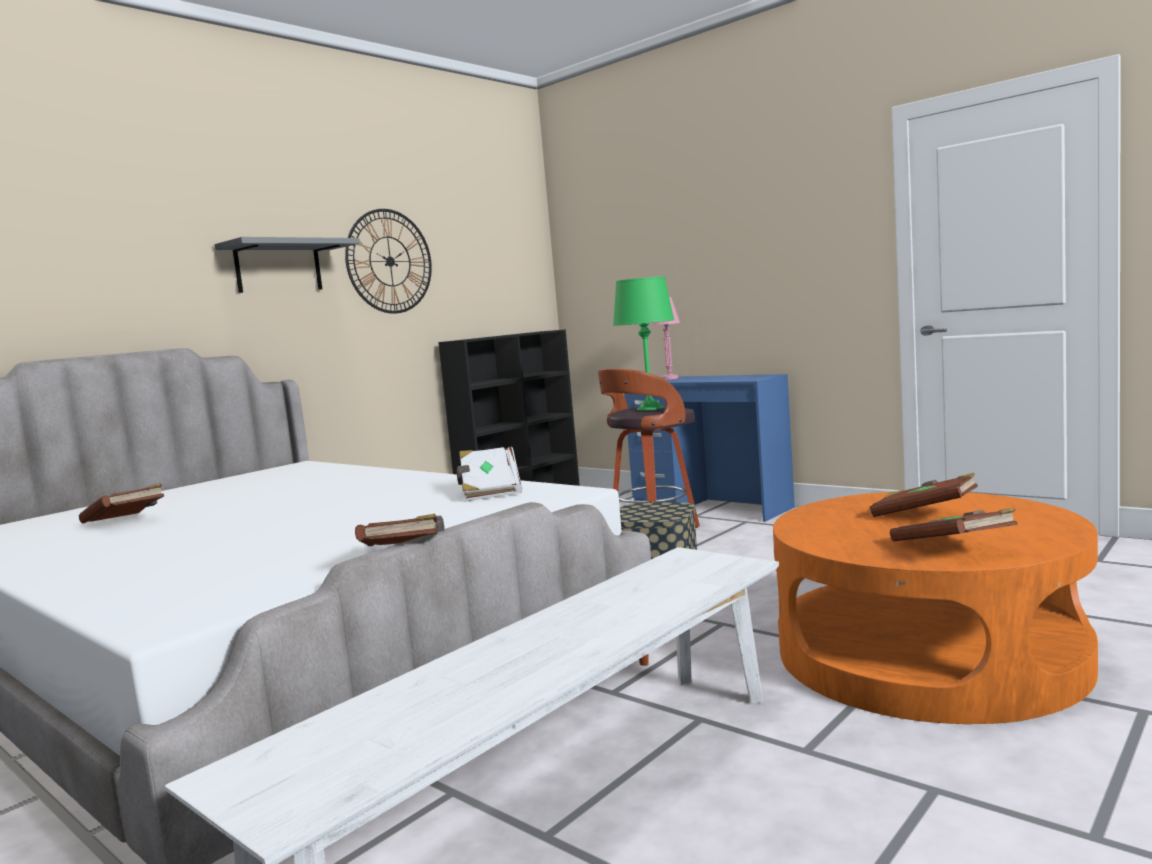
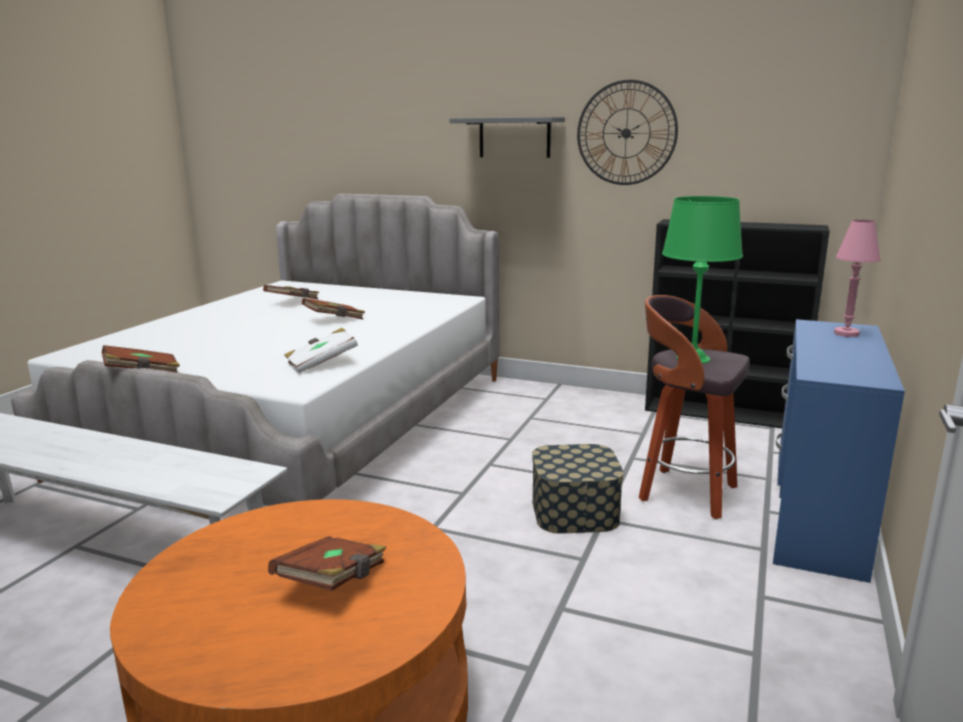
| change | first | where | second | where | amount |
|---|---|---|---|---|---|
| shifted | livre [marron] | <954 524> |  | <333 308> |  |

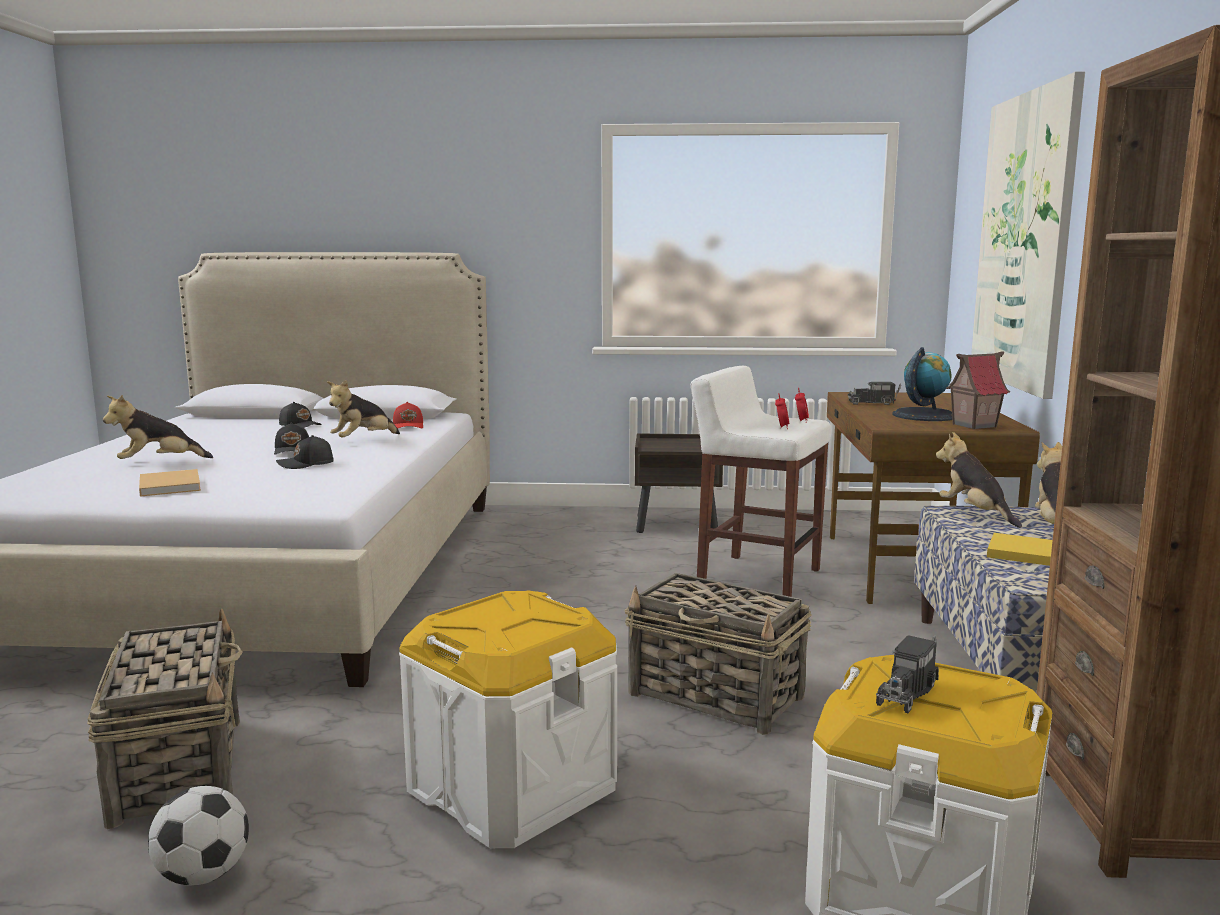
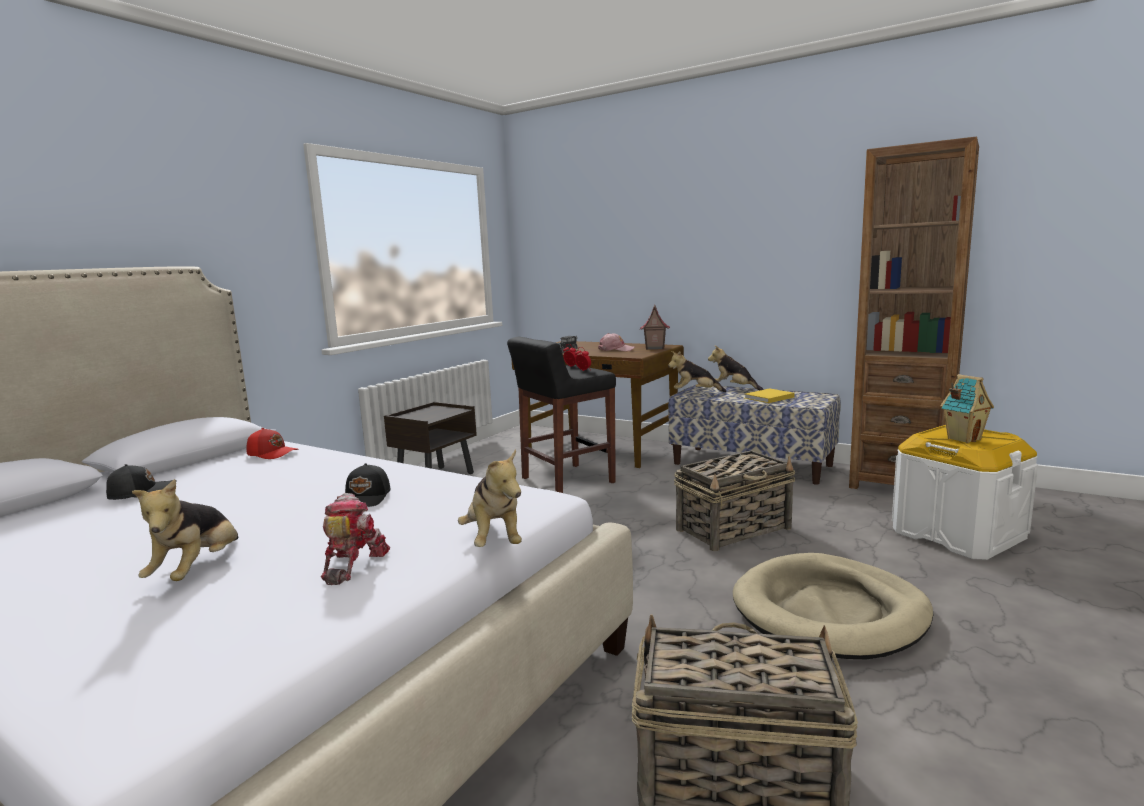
| change | first | where | second | where | amount |
|---|---|---|---|---|---|
| swapped | livre [beige] | <170 483> | robot jouet | <355 539> |  |
| gone | ballon de foot | <198 836> |  |  |  |
| gone | casquette [noir] | <291 439> |  |  |  |
| shifted | peluche | <363 409> |  | <490 498> |  |
| swapped | boîte de rangement [blanc] | <508 719> | panier pour chien [beige] | <833 606> |  |
| repainted | tabouret [blanc] | <761 481> | tabouret [noir] | <561 415> |  |
| swapped | camion jouet | <907 674> | maison miniature | <967 408> |  |
| swapped | globe | <922 384> | casquette [rose] | <616 342> |  |
| gone | tableau | <1028 235> |  |  |  |

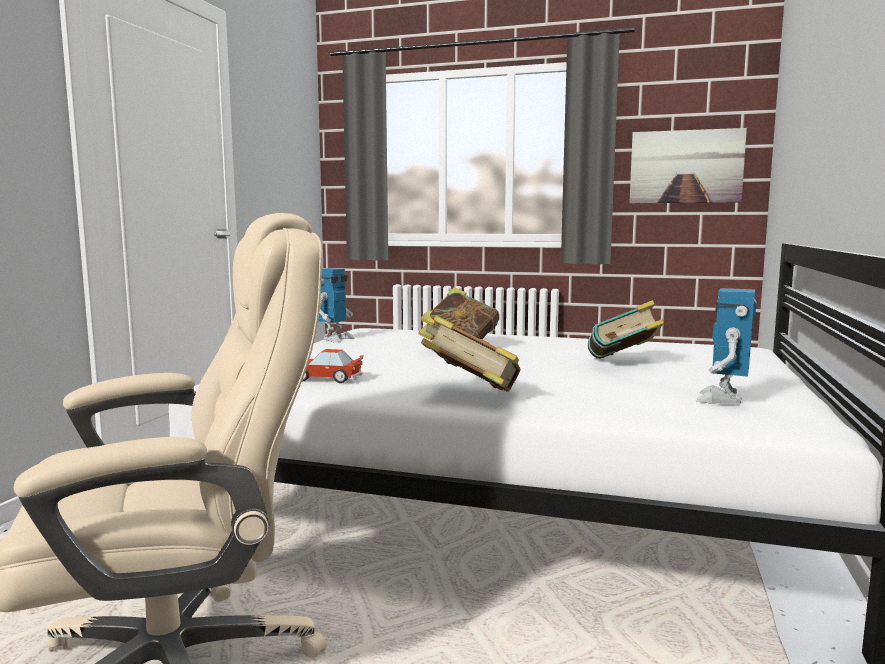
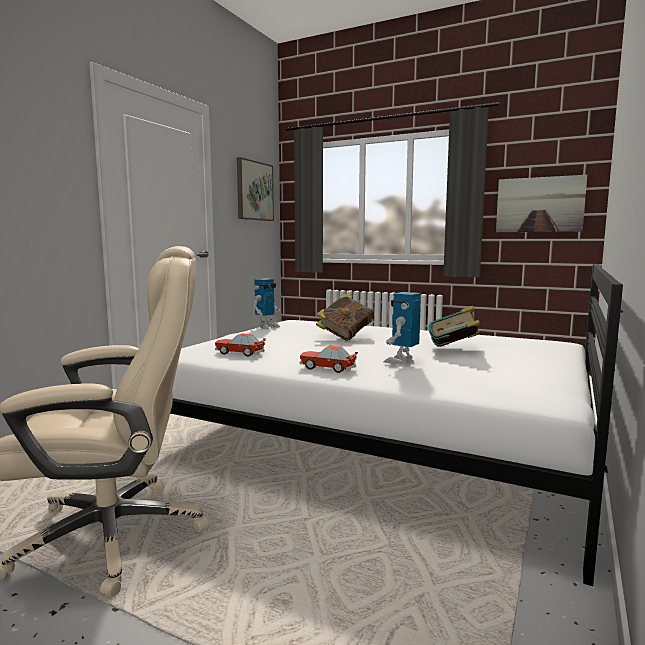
| change | first | where | second | where | amount |
|---|---|---|---|---|---|
| swapped | livre | <471 354> | petite voiture | <329 359> |  |
| shifted | robot jouet | <726 346> |  | <402 328> |  |
| new |  |  | tableau | <255 189> |  |

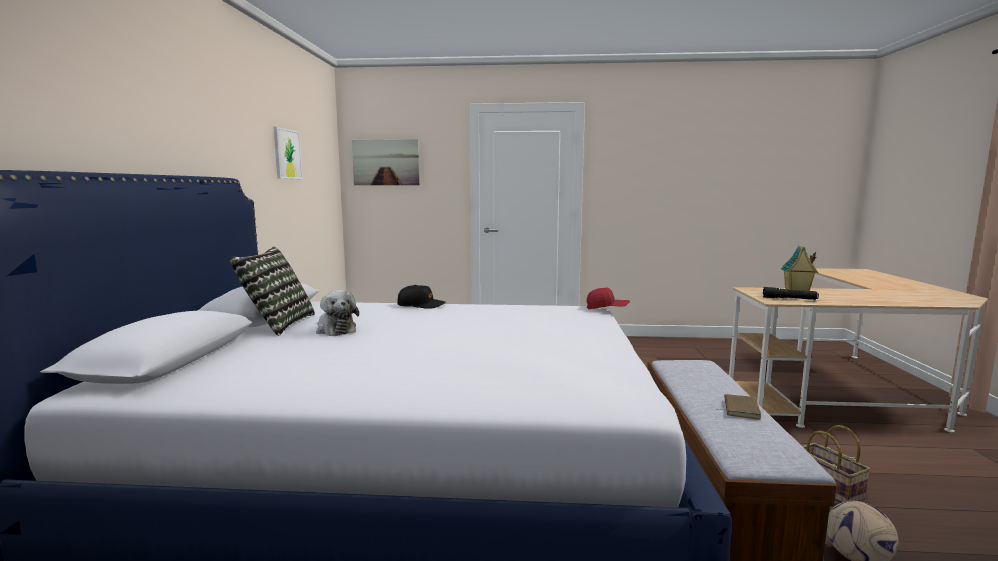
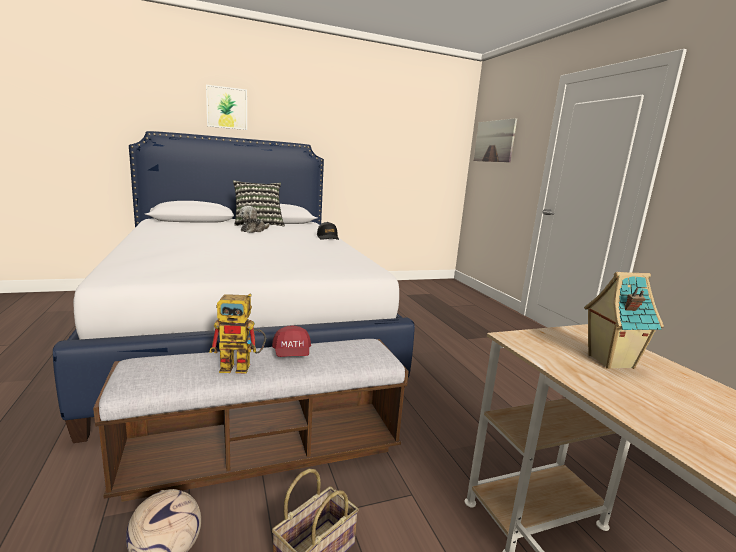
| change | first | where | second | where | amount |
|---|---|---|---|---|---|
| shifted | tableau | <288 153> |  | <226 107> |  |
| shifted | casquette [rouge] | <608 298> |  | <291 341> |  |
| swapped | livre [marron] | <739 407> | robot jouet | <237 334> |  |
| gone | lampe de poche [noir] | <791 293> |  |  |  |

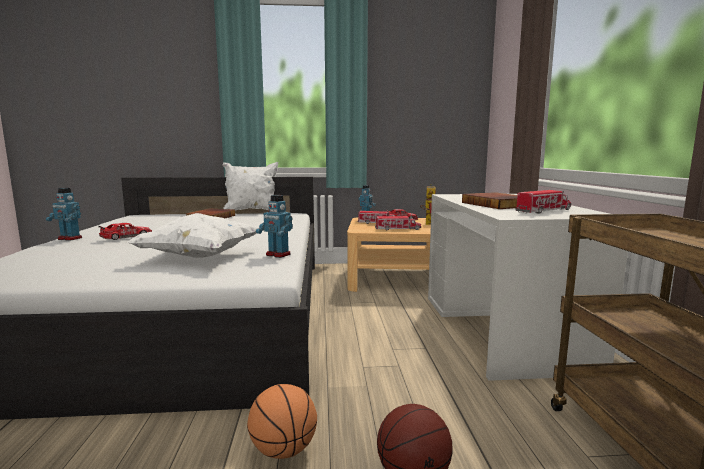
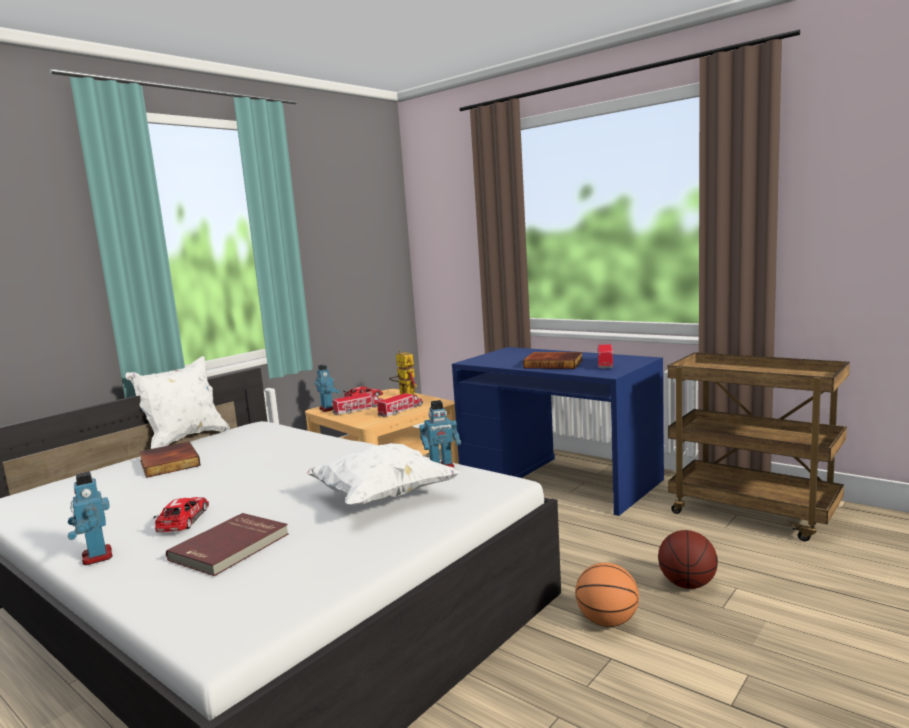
| change | first | where | second | where | amount |
|---|---|---|---|---|---|
| rotated | robot jouet | <64 214> |  | <90 518> | 90 degrees clockwise |
| repainted | bureau [blanc] | <528 287> | bureau [bleu] | <558 431> |  |
| new |  |  | livre [rouge] | <227 544> |  |

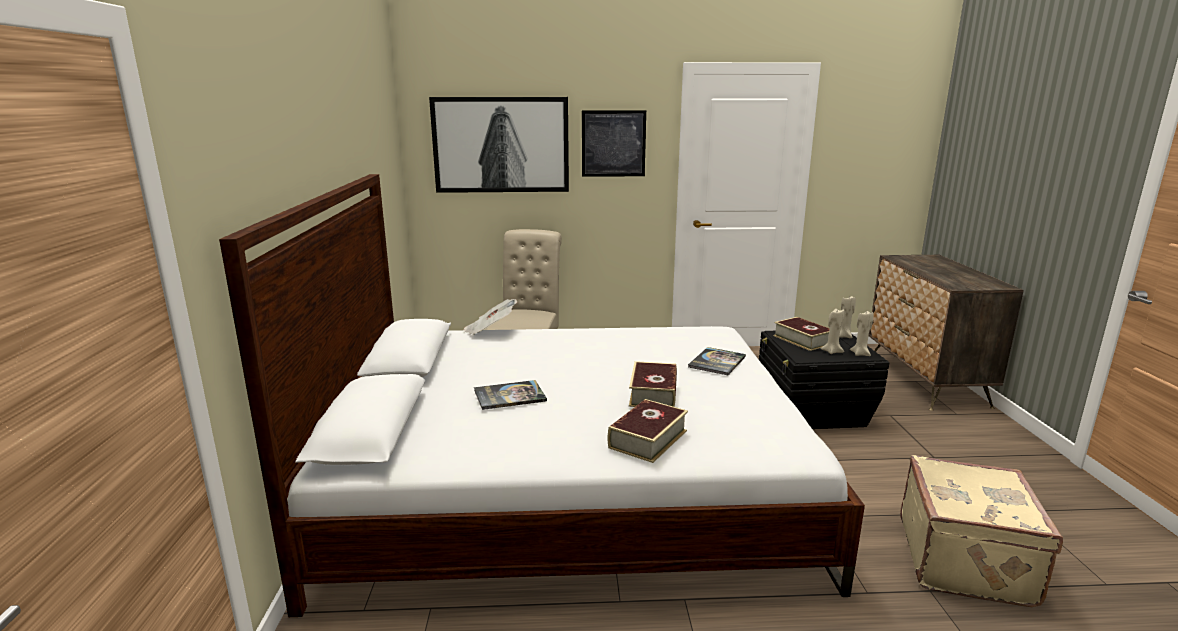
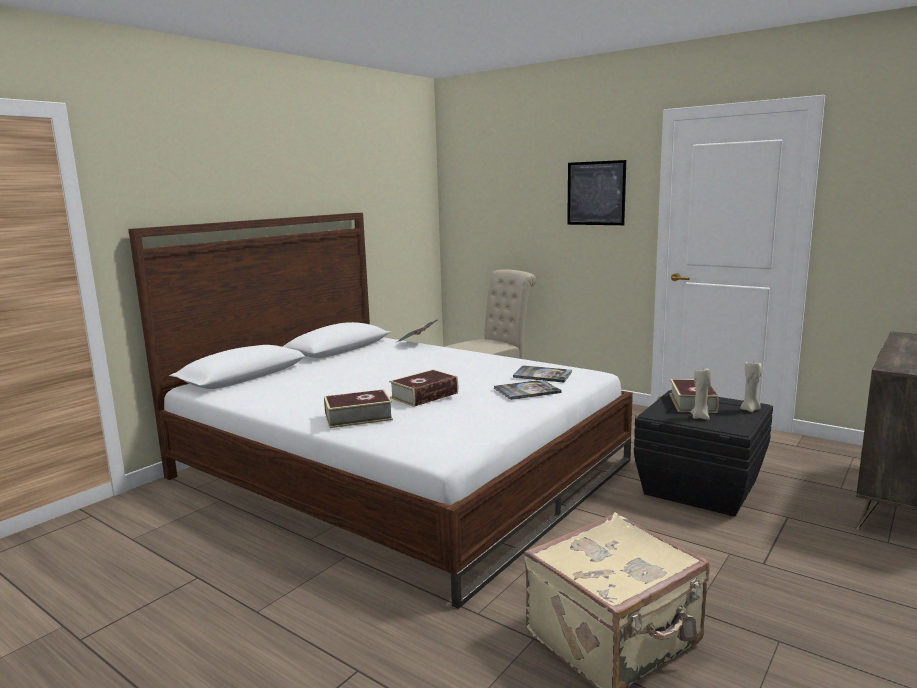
| change | first | where | second | where | amount |
|---|---|---|---|---|---|
| gone | tableau | <499 145> |  |  |  |
| shifted | livre | <510 395> |  | <542 373> |  |
| gone | bougie [beige] | <861 332> |  |  |  |

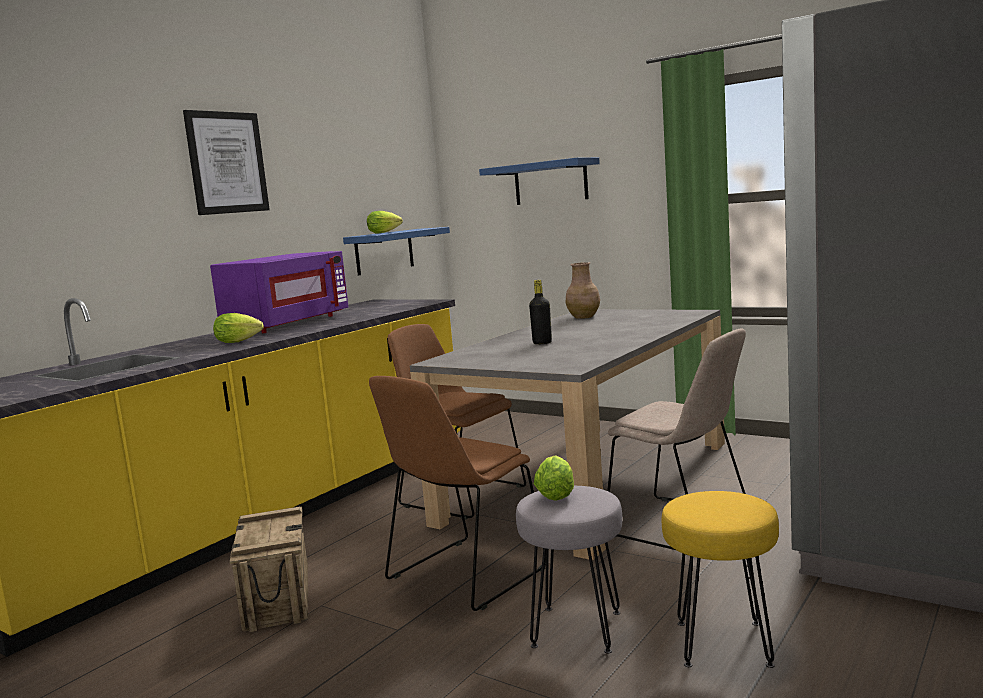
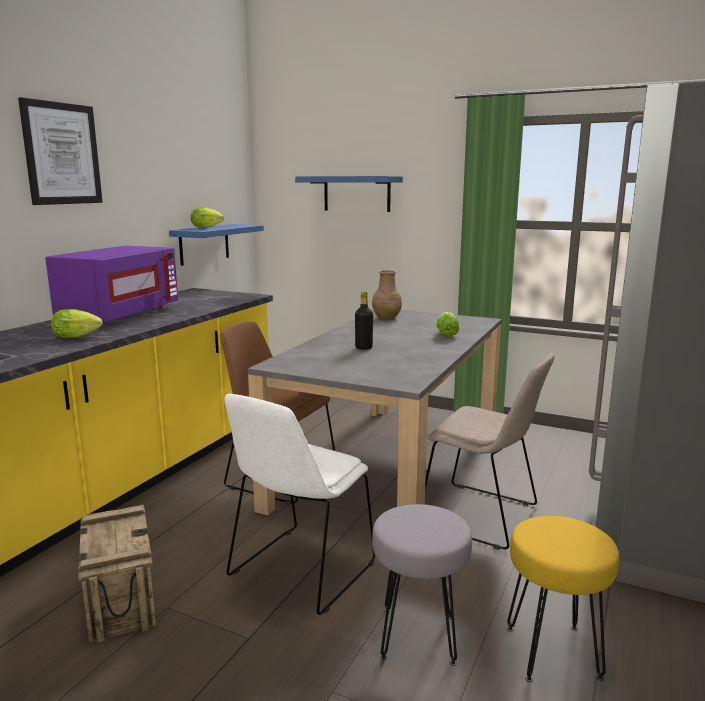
| change | first | where | second | where | amount |
|---|---|---|---|---|---|
| repainted | chaise [marron] | <457 493> | chaise [blanc] | <299 504> |  |
| shifted | laitue | <554 478> |  | <447 324> |  |

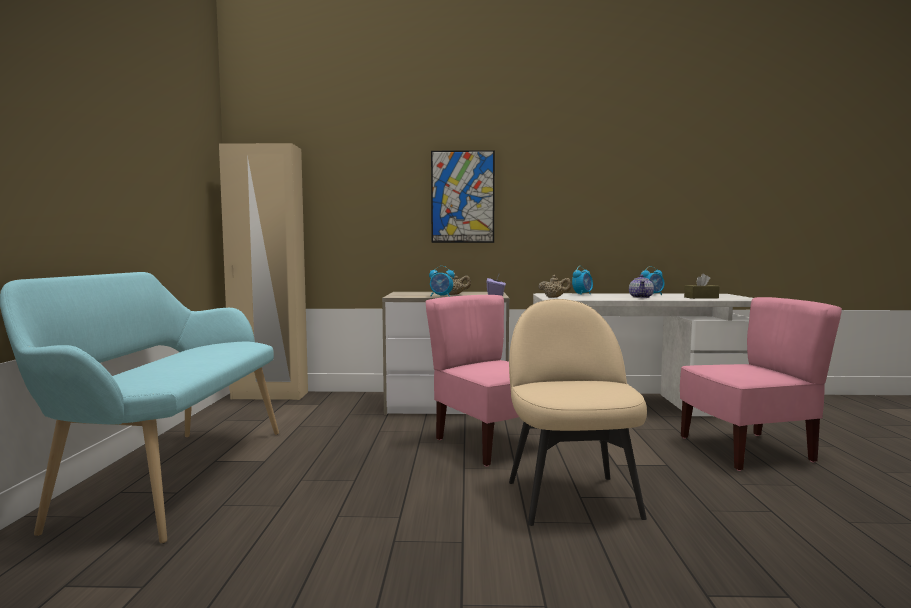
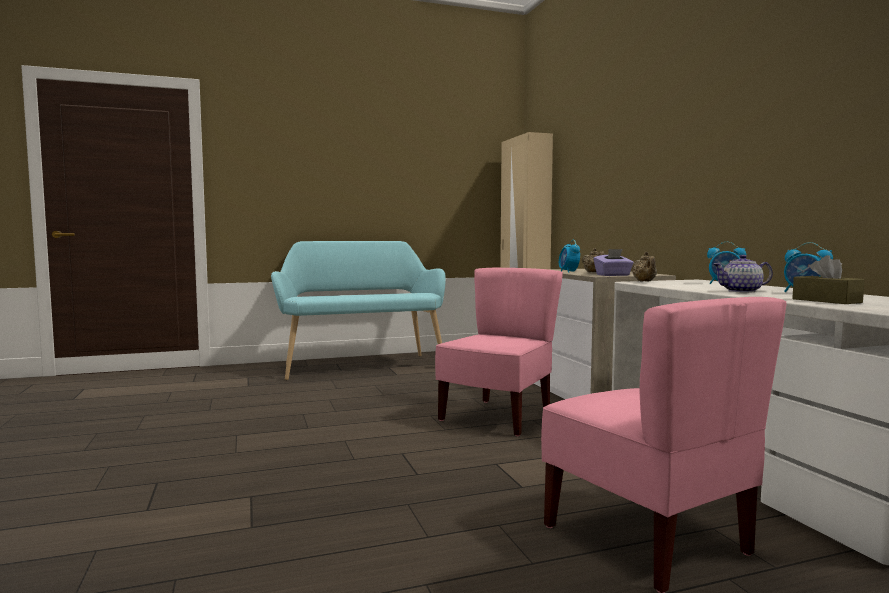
| change | first | where | second | where | amount |
|---|---|---|---|---|---|
| gone | tableau | <463 196> |  |  |  |
| gone | chaise [beige] | <578 412> |  |  |  |

